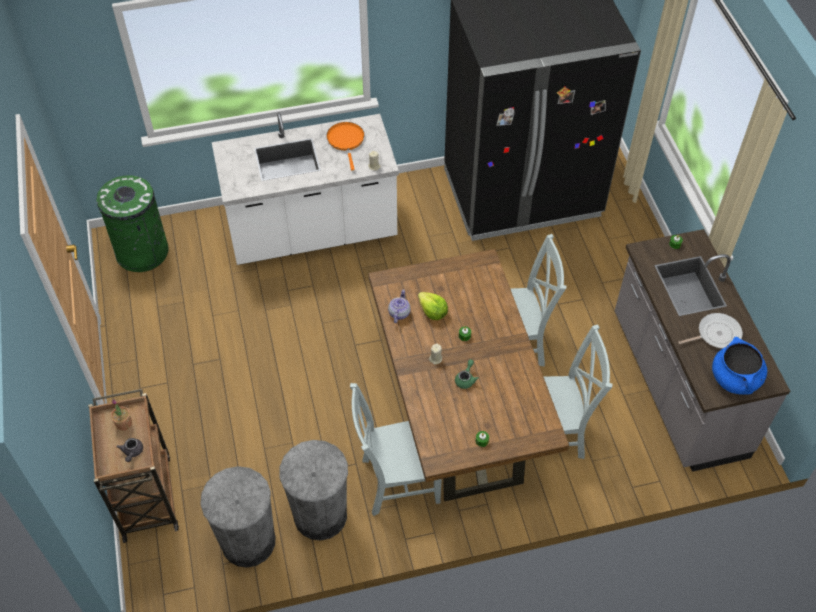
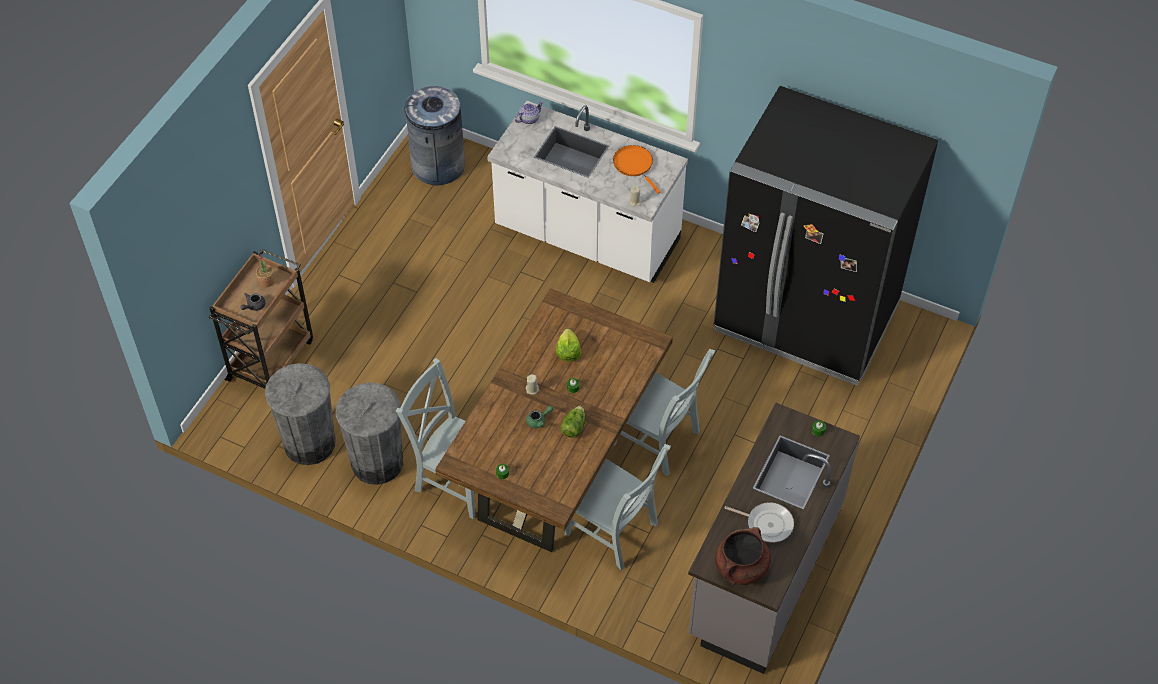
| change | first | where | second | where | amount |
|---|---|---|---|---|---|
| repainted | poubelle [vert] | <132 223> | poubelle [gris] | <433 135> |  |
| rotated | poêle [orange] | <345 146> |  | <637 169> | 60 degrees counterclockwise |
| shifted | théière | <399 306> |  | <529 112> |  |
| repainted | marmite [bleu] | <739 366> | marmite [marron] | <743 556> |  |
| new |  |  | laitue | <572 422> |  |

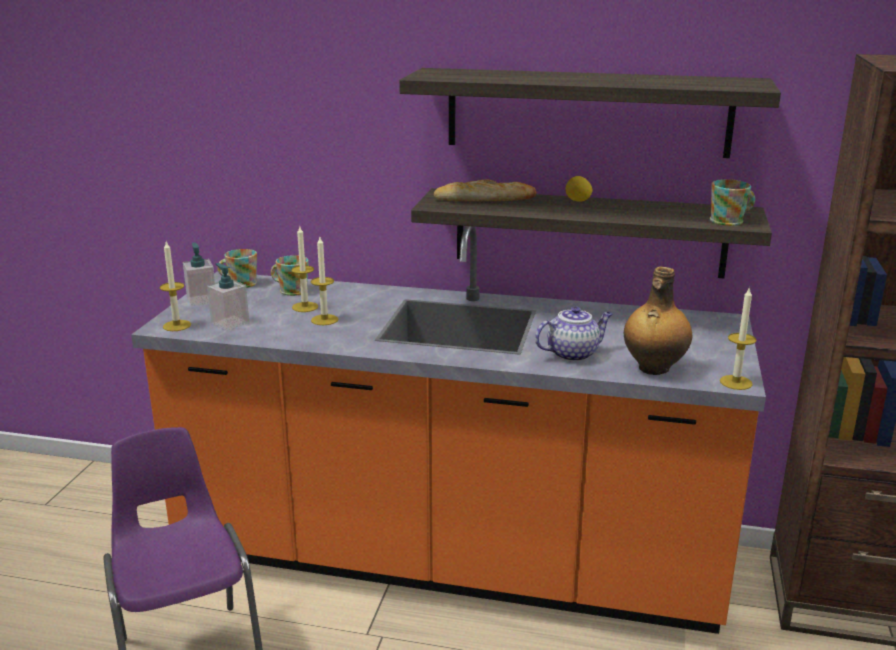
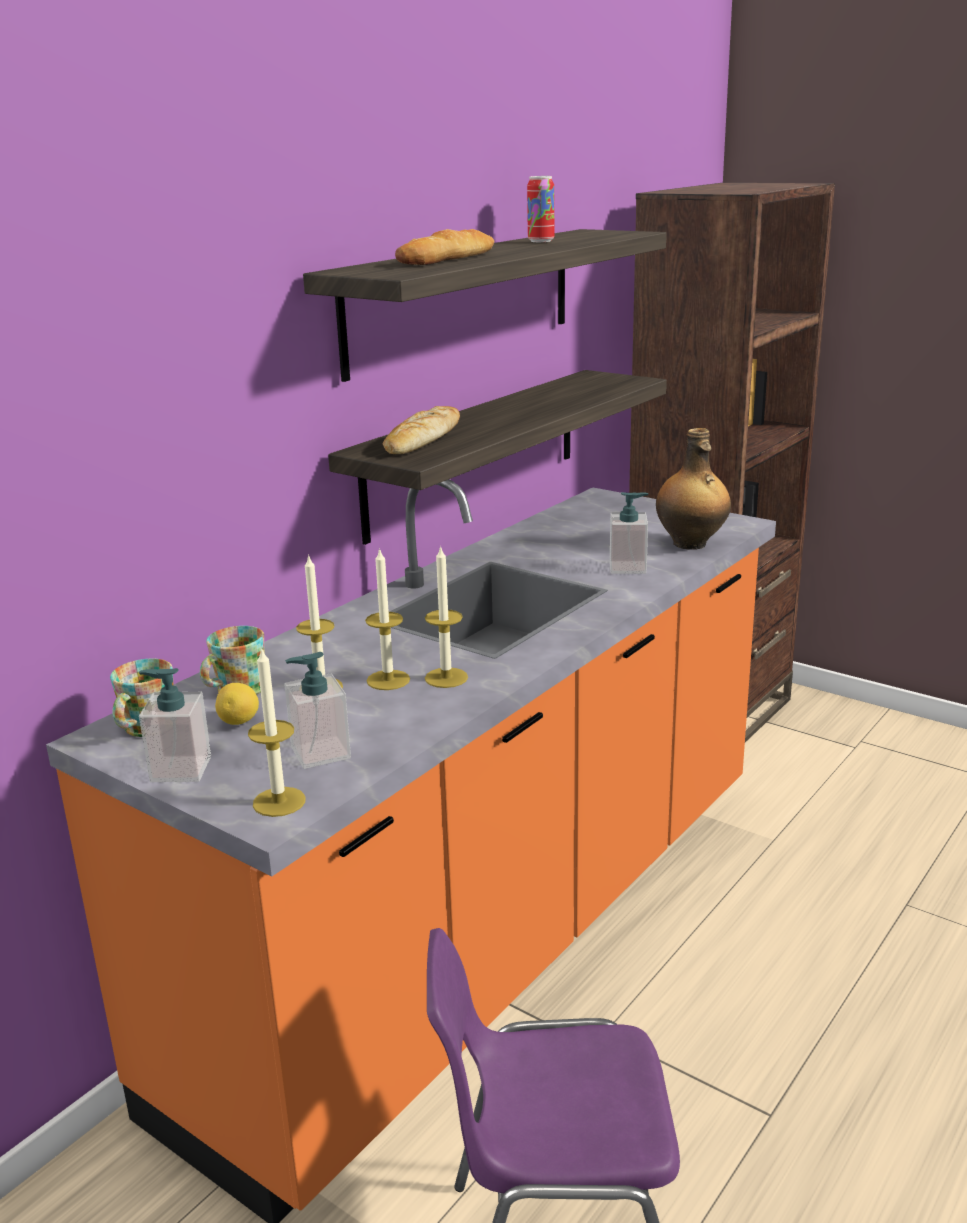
| change | first | where | second | where | amount |
|---|---|---|---|---|---|
| swapped | théière | <573 334> | distributeur de savon | <629 533> |  |
| shifted | citron | <579 189> |  | <237 704> |  |
| gone | mug | <732 202> |  |  |  |
| shifted | bougie | <738 338> |  | <446 616> |  |
| new |  |  | pain | <444 247> |  |
| new |  |  | boîte métallique | <540 209> |  |

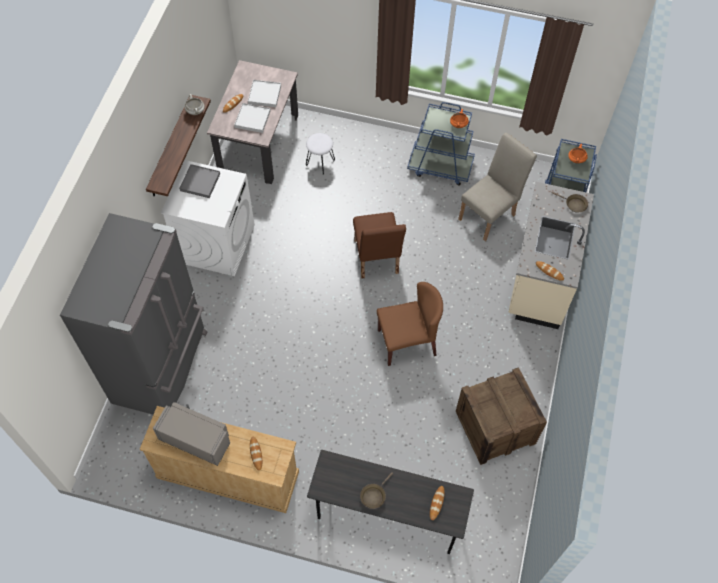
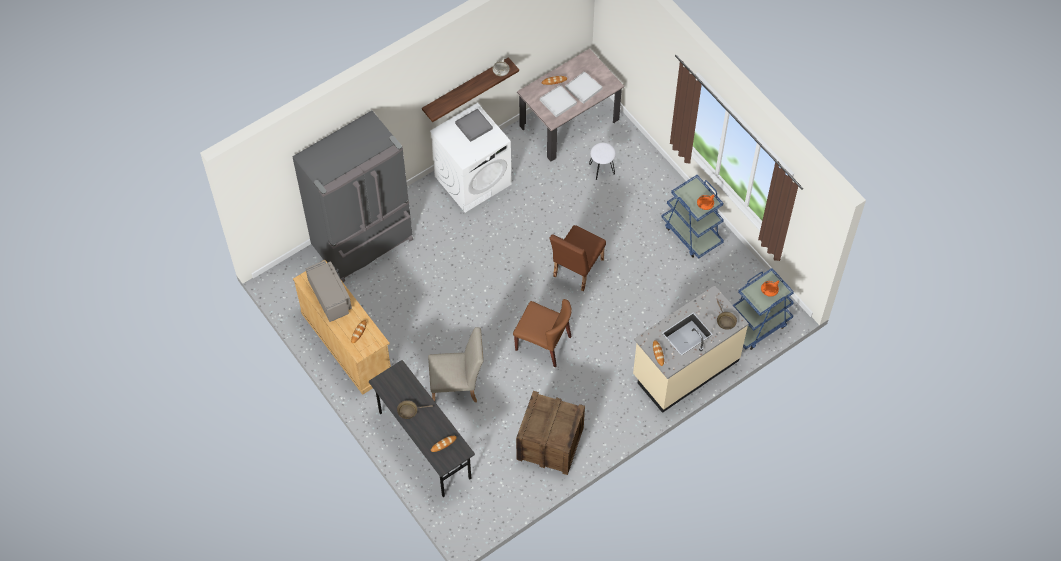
| change | first | where | second | where | amount |
|---|---|---|---|---|---|
| shifted | chaise [beige] | <497 187> |  | <456 364> |  |

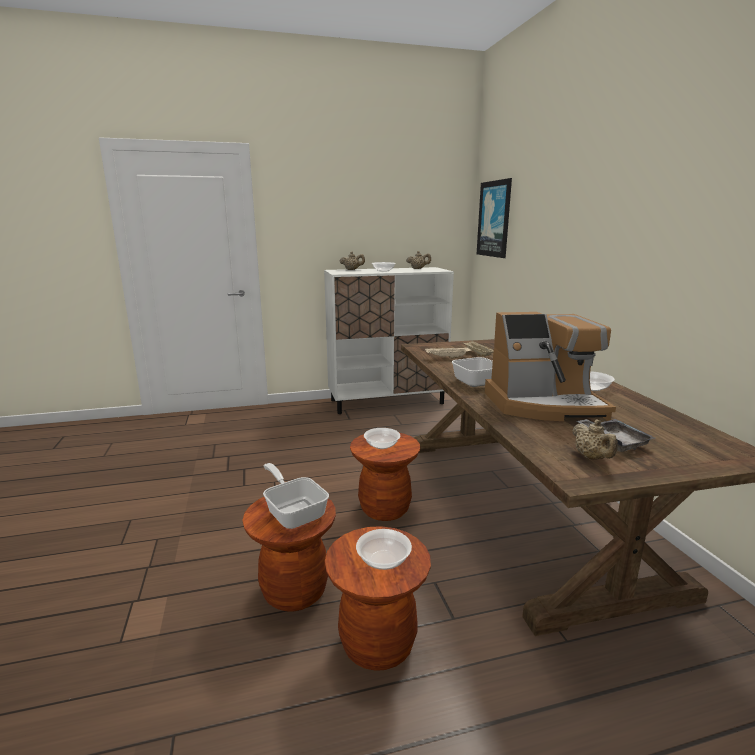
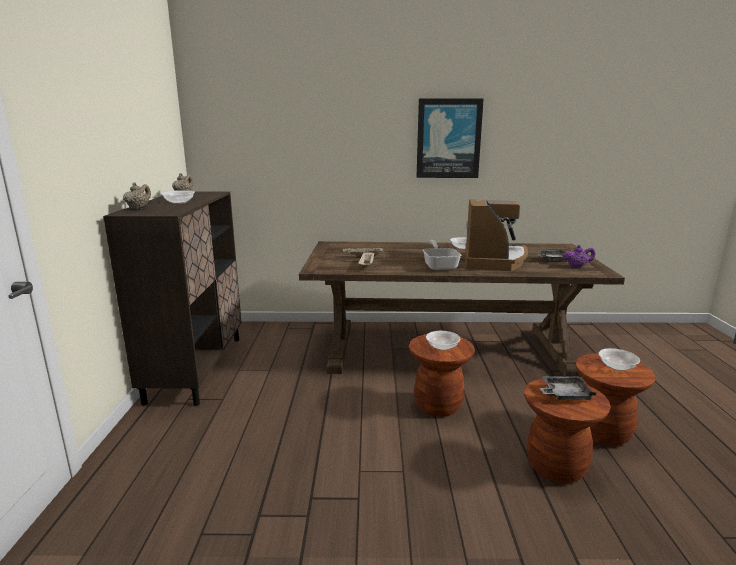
| change | first | where | second | where | amount |
|---|---|---|---|---|---|
| swapped | poêle | <296 496> | plateau [gris] | <567 388> |  |
| repainted | meuble de rangement [blanc] | <389 340> | meuble de rangement [marron] | <172 298> |  |
| shifted | tableau | <494 218> |  | <450 138> |  |
| repainted | théière [beige] | <595 440> | théière [violet] | <579 256> |  |

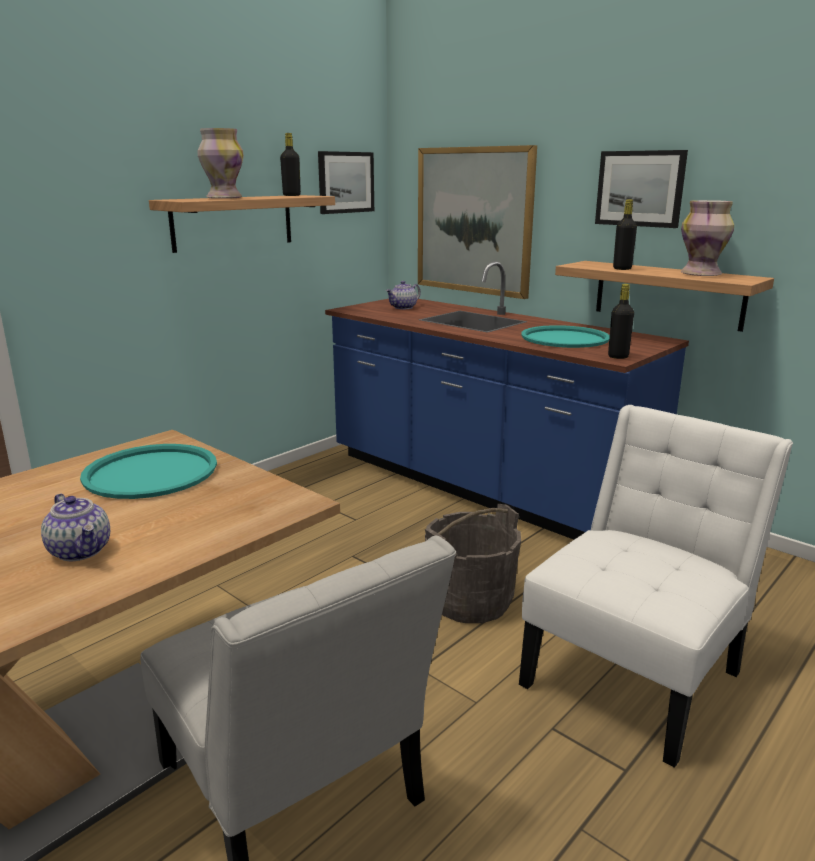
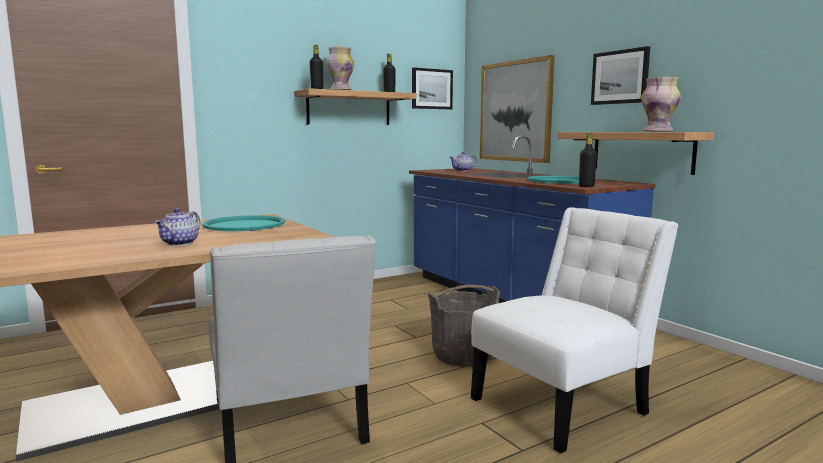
| change | first | where | second | where | amount |
|---|---|---|---|---|---|
| rotated | théière | <75 527> |  | <177 227> | 45 degrees clockwise |
| shifted | bouteille [noir] | <625 234> |  | <316 67> |  |

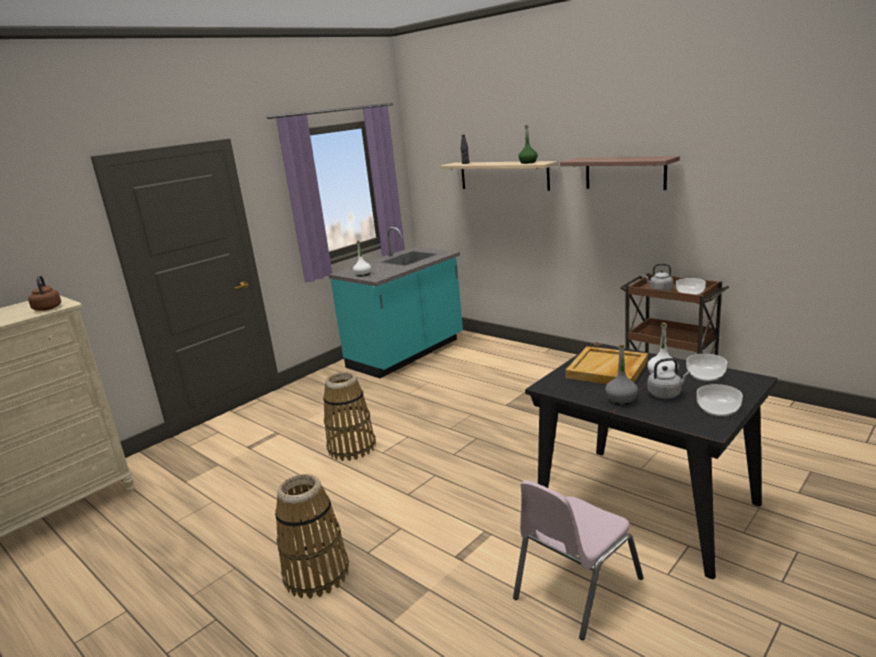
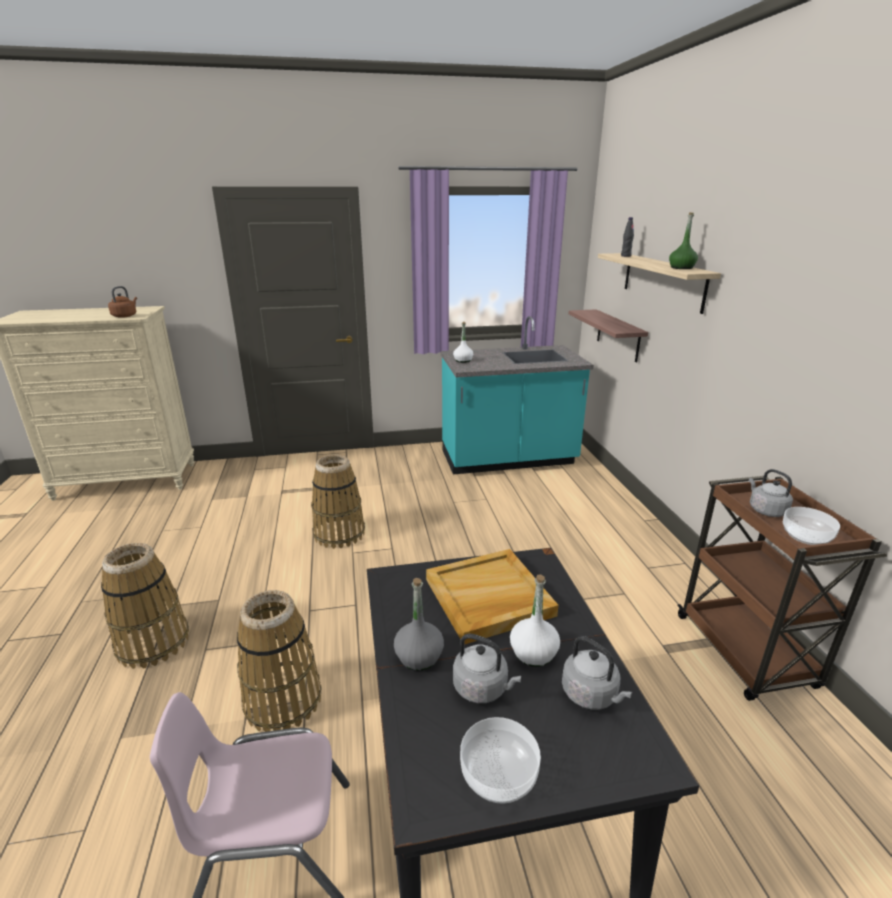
| change | first | where | second | where | amount |
|---|---|---|---|---|---|
| shifted | étagère | <620 173> |  | <608 335> |  |
| swapped | bol | <706 367> | bouilloire [gris] | <597 673> |  |
| new |  |  | panier | <279 661> |  |

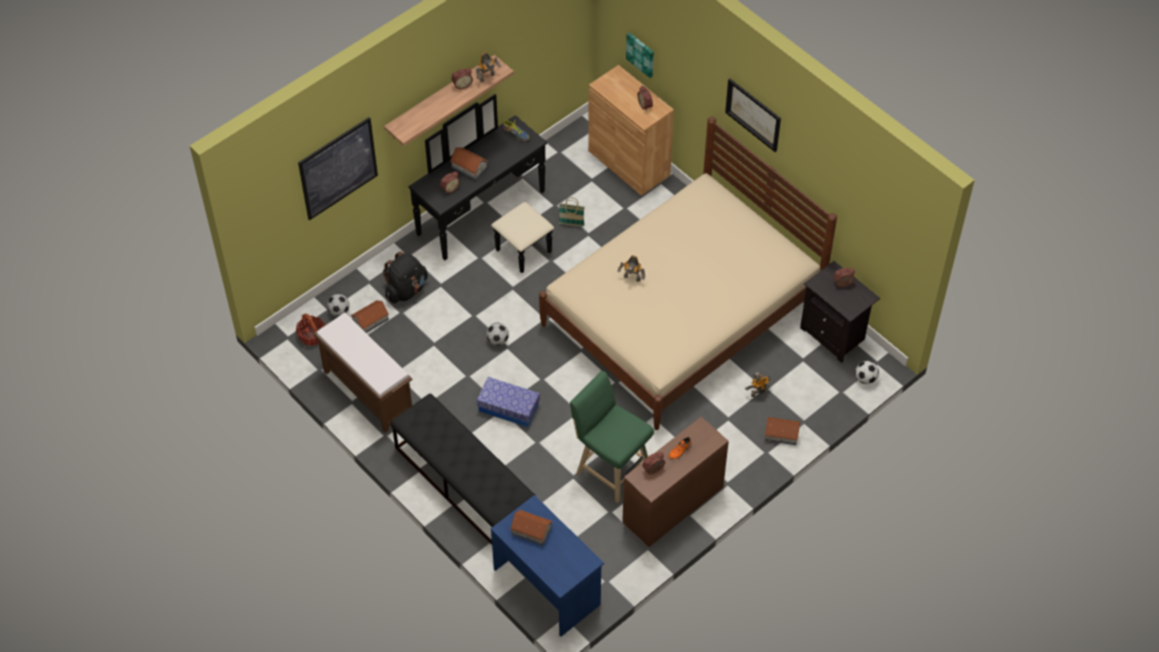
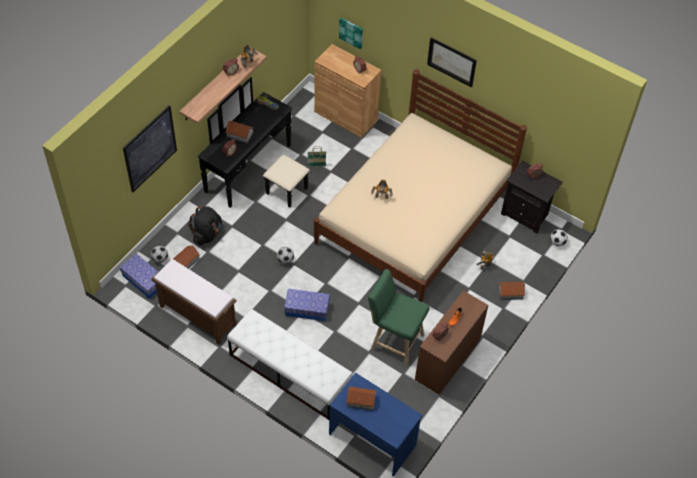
| change | first | where | second | where | amount |
|---|---|---|---|---|---|
| swapped | panier | <310 329> | boîte de rangement | <139 276> |  |
| repainted | banc [noir] | <463 469> | banc [blanc] | <290 364> |  |

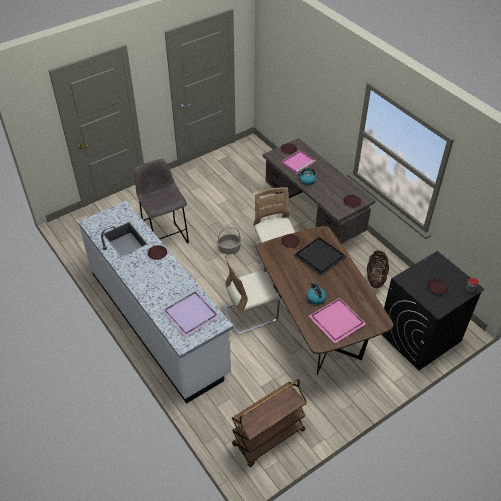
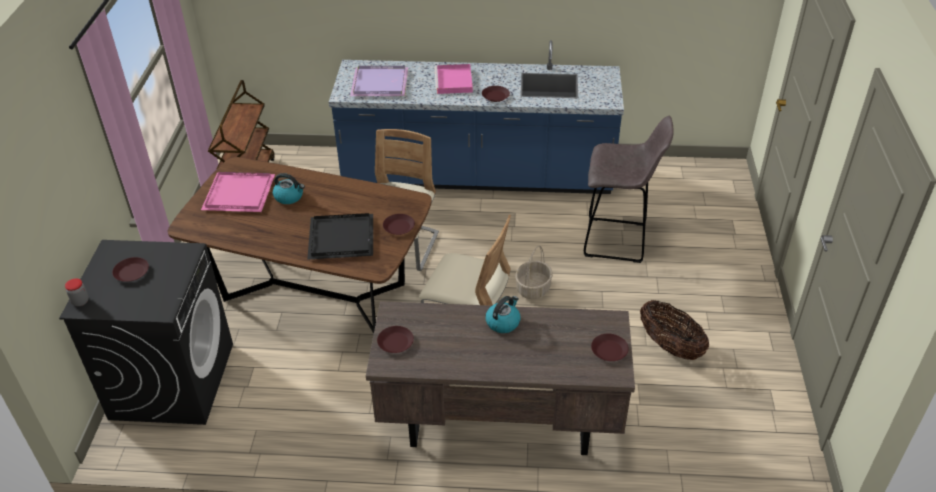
| change | first | where | second | where | amount |
|---|---|---|---|---|---|
| repainted | comptoir de cuisine [blanc] | <155 302> | comptoir de cuisine [bleu] | <476 117> |  |
| shifted | plateau [rose] | <298 162> |  | <454 79> |  |
| shifted | panier | <378 269> |  | <674 330> |  |

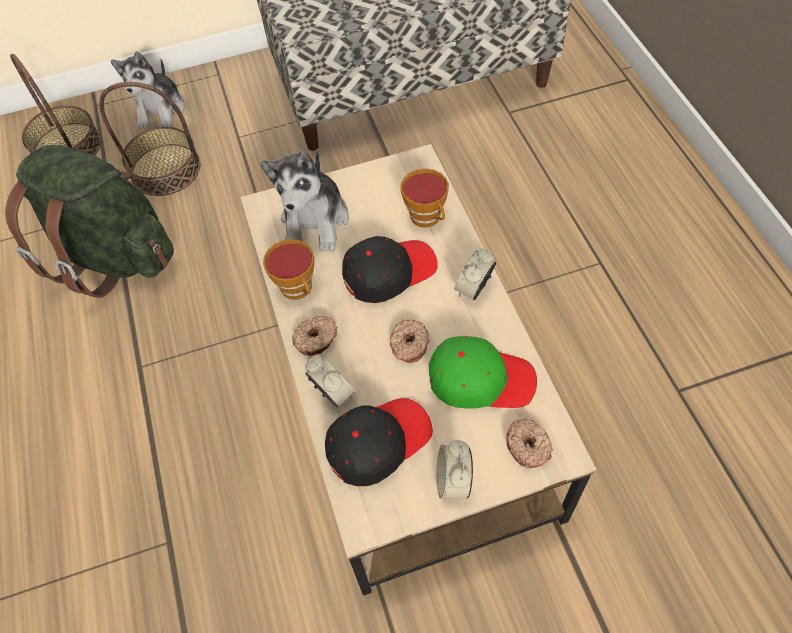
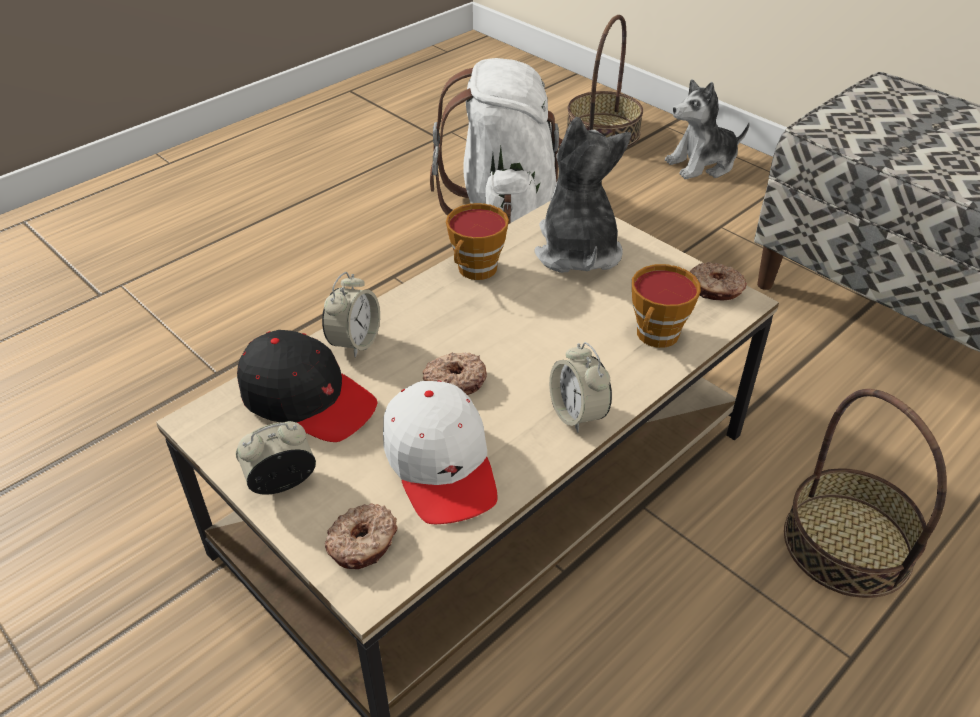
| change | first | where | second | where | amount |
|---|---|---|---|---|---|
| repainted | sac à dos [vert] | <89 221> | sac à dos [blanc] | <496 141> |  |
| shifted | panier | <149 139> |  | <865 493> |  |
| rotated | peluche | <304 200> |  | <583 195> | 105 degrees clockwise |
| shifted | beignet | <315 336> |  | <718 281> |  |
| gone | casquette [noir] | <390 269> |  |  |  |
| repainted | casquette [vert] | <483 372> | casquette [blanc] | <440 452> |  |
| rotated | réveil | <475 274> |  | <580 387> | 120 degrees counterclockwise |

